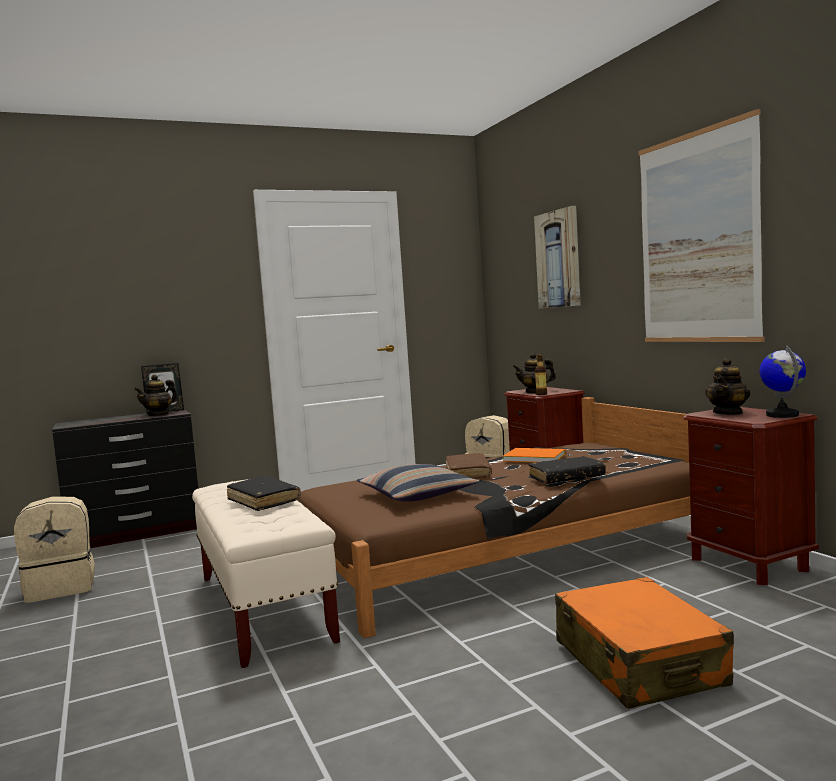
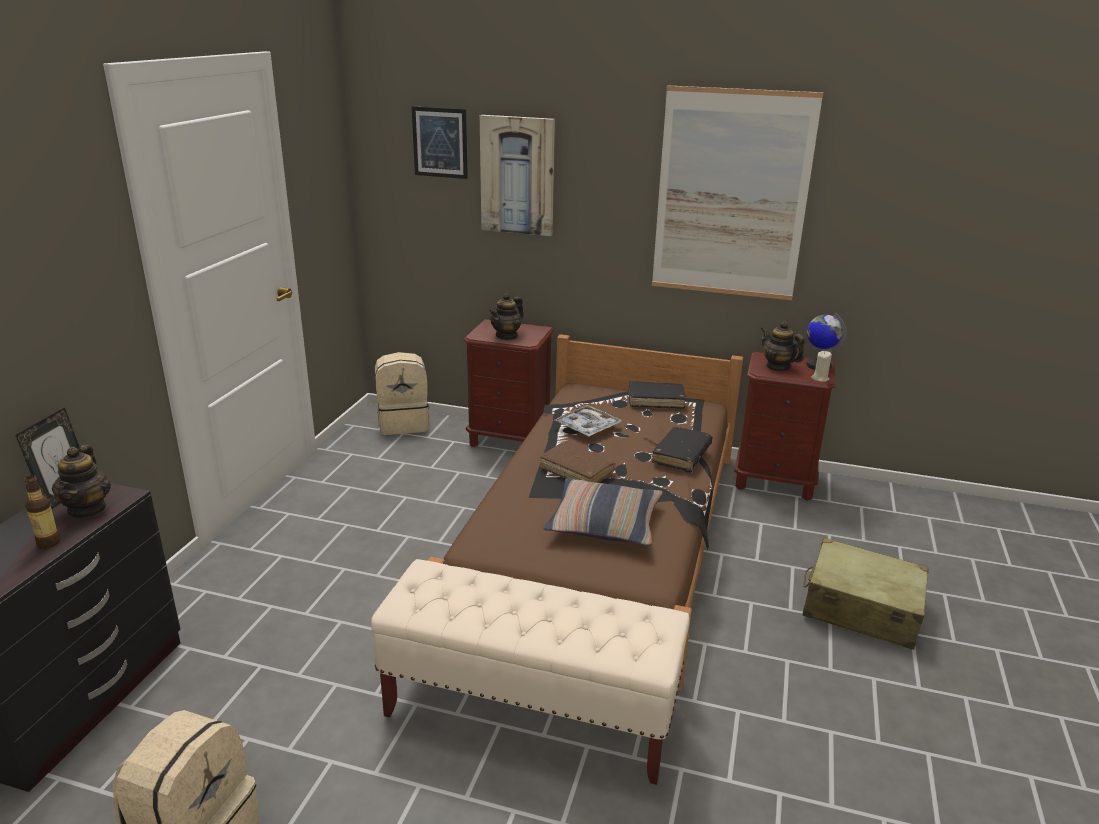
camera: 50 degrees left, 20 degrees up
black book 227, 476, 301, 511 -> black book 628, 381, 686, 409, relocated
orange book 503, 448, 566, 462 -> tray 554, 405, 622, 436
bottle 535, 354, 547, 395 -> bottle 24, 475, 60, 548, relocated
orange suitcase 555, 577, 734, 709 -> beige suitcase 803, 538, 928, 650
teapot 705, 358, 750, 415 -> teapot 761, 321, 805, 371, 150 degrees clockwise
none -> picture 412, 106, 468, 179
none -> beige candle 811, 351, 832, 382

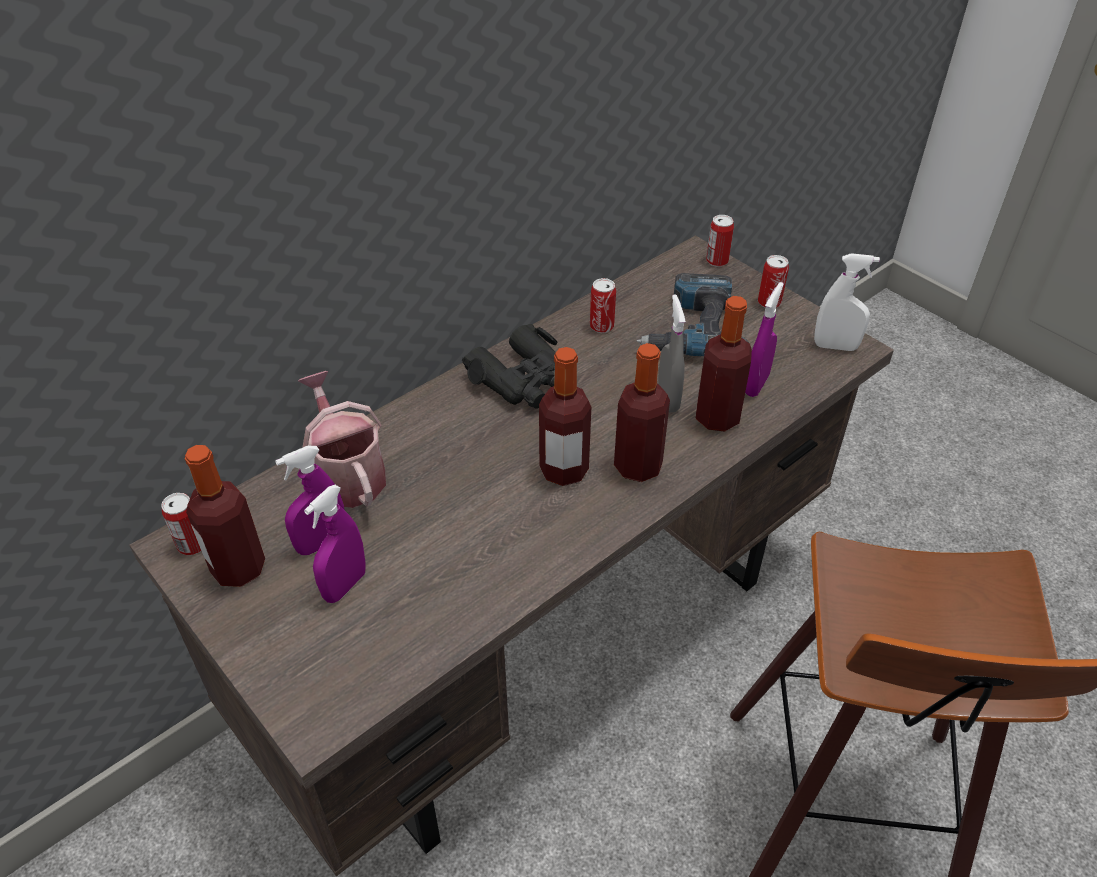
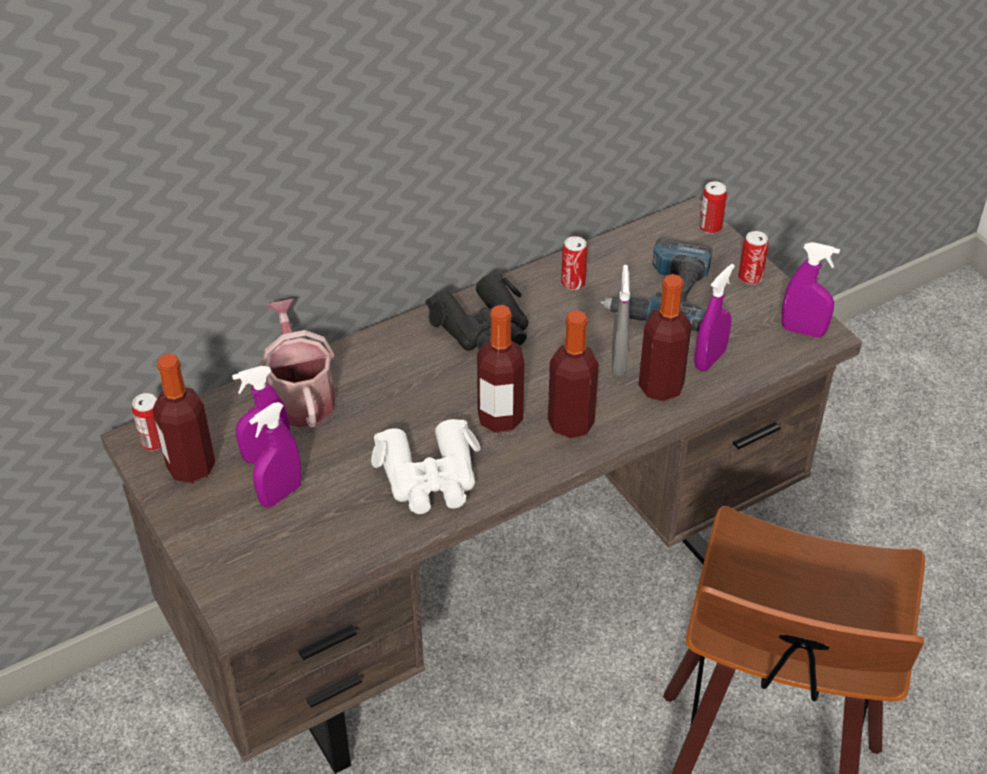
camera: 10 degrees right, 0 degrees up
white spray bottle 814, 253, 880, 351 -> purple spray bottle 782, 242, 840, 337
none -> white binoculars 371, 419, 481, 514

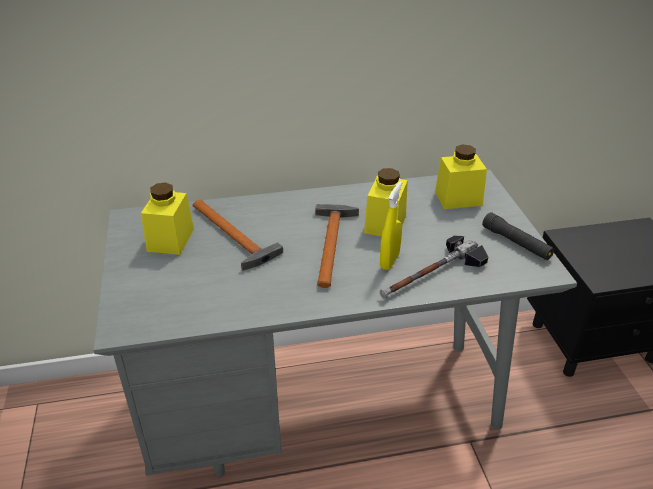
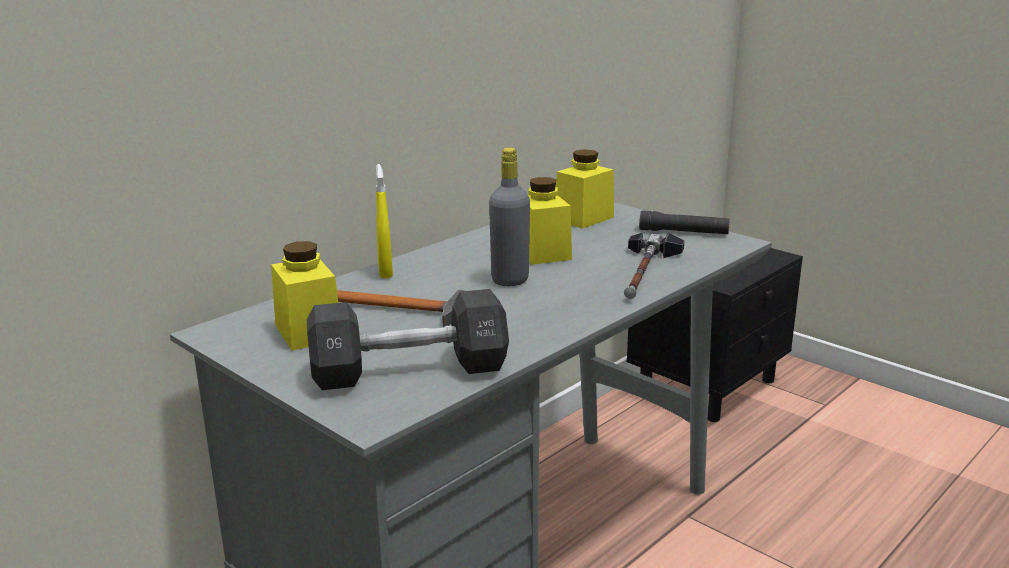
camera: 35 degrees left, 15 degrees down
hammer 315, 204, 359, 288 -> grey bottle 489, 148, 530, 286
yellow spray bottle 380, 181, 402, 270 -> yellow spray bottle 376, 164, 393, 278, relocated
none -> black dumbbell 307, 289, 509, 390

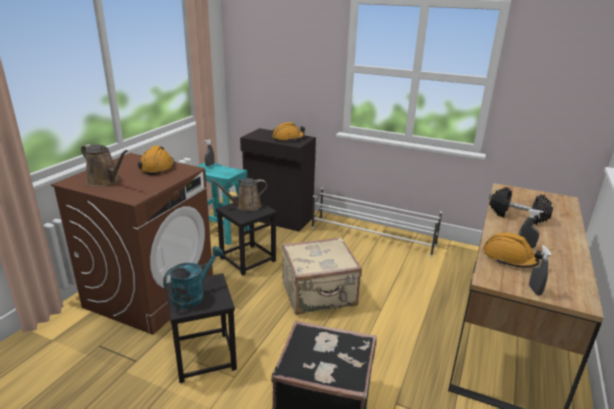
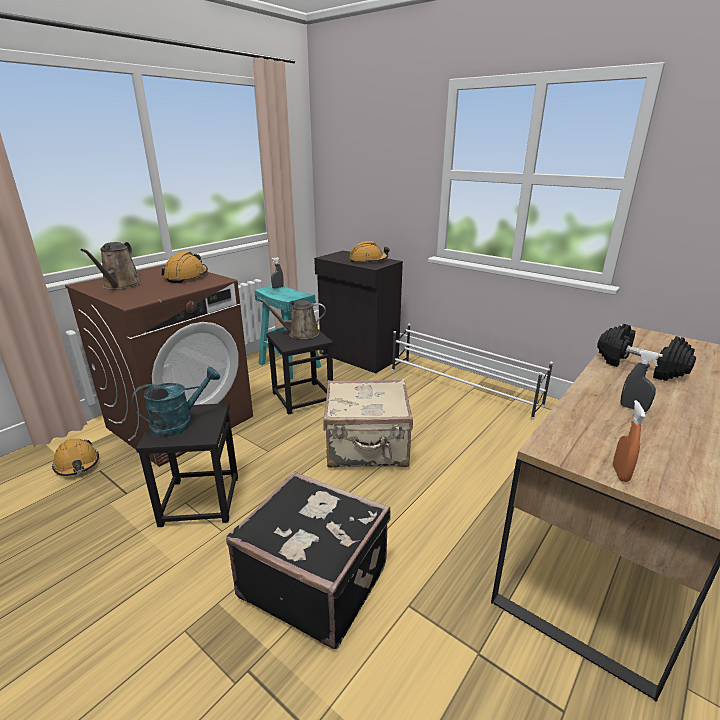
camera: 15 degrees right, 0 degrees up
brown watering can 81, 144, 128, 187 -> brown watering can 81, 242, 142, 290, 45 degrees clockwise
orange hard hat 483, 233, 544, 268 -> orange hard hat 52, 439, 99, 476, relocated
grey spray bottle 529, 245, 551, 295 -> orange spray bottle 613, 400, 646, 482

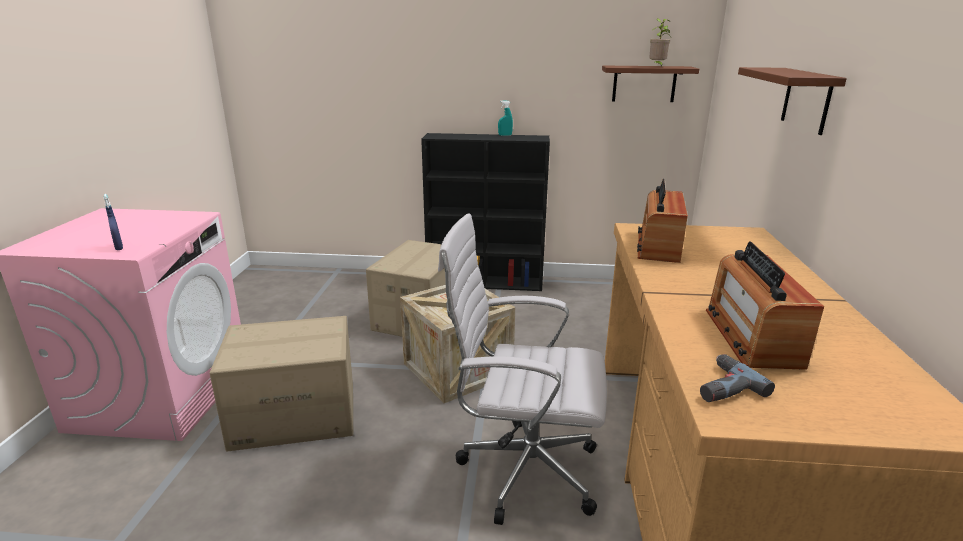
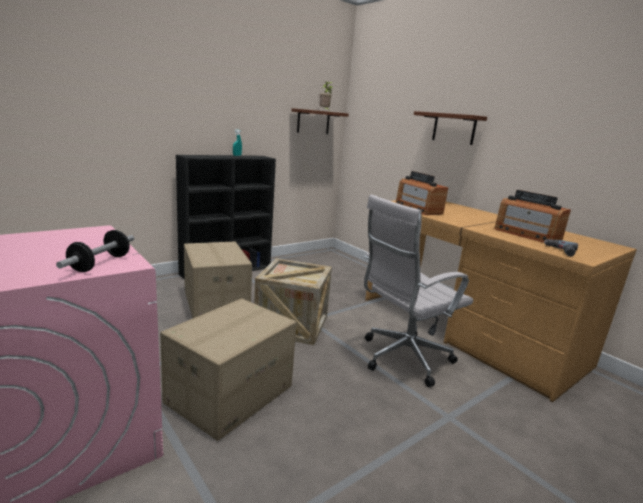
camera: 45 degrees left, 5 degrees down
blue spray bottle 104, 194, 123, 250 -> dumbbell 56, 230, 134, 272

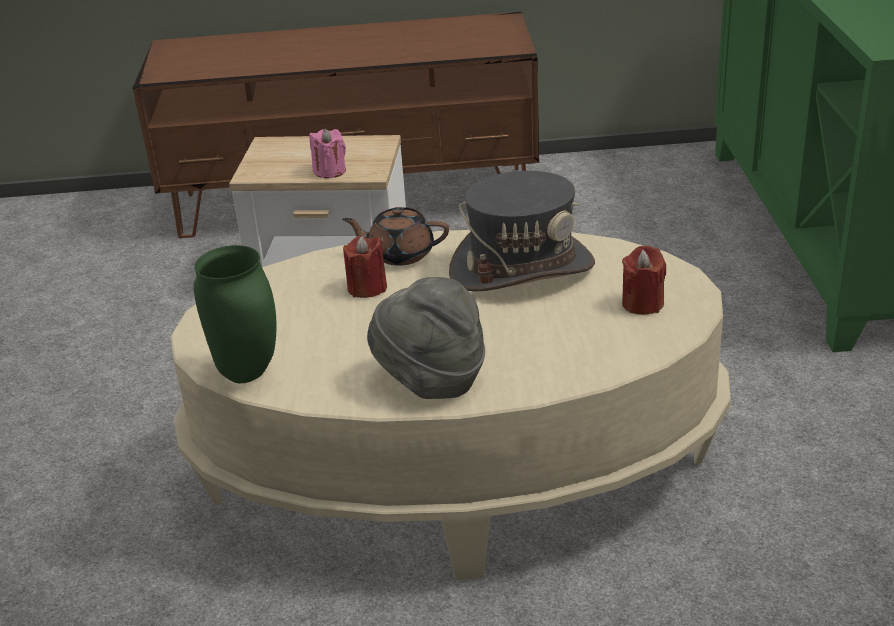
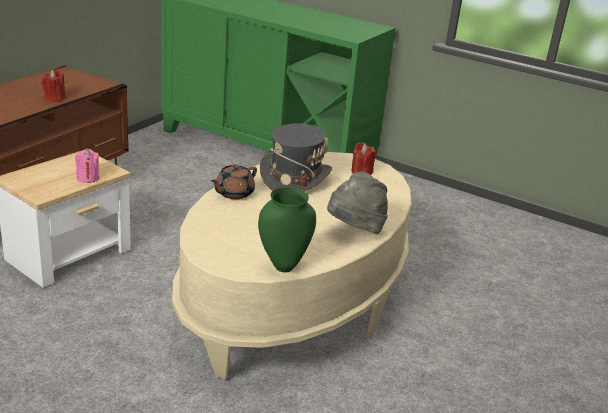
camera: 60 degrees left, 5 degrees down
red candle 343, 236, 387, 298 -> red candle 42, 70, 66, 102, relocated

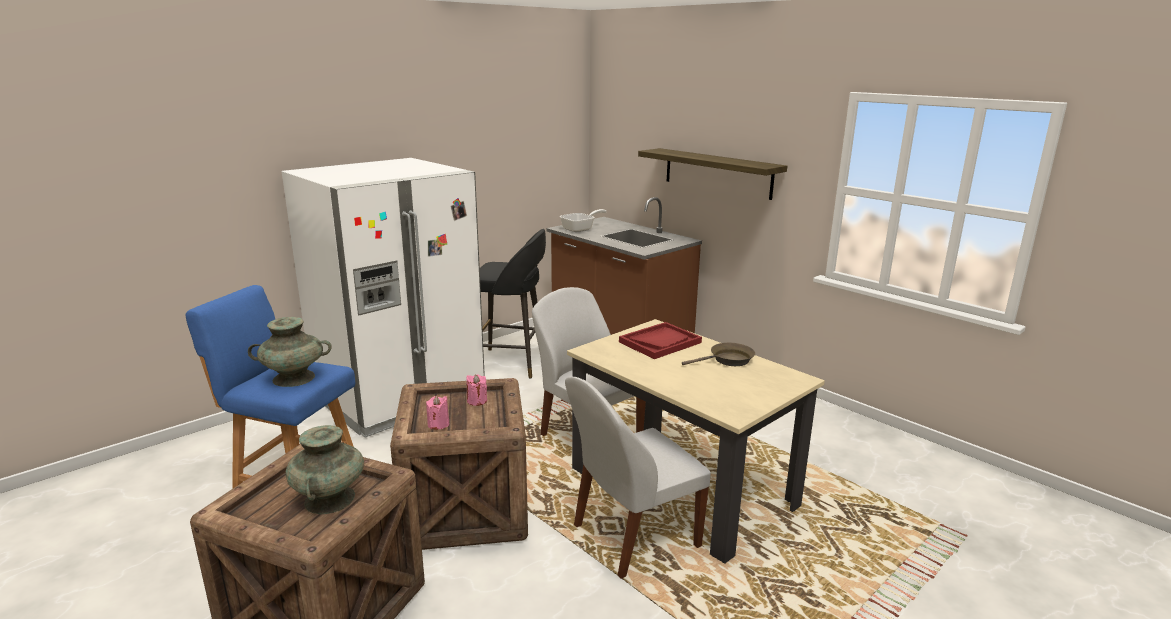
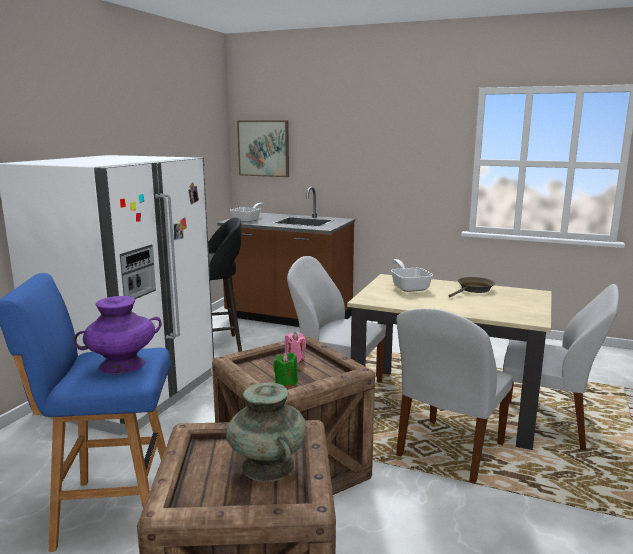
camera: 25 degrees left, 5 degrees down
turquoise vase 248, 317, 332, 387 -> purple vase 73, 296, 161, 374
pink candle 426, 396, 450, 429 -> green candle 273, 352, 298, 387
red tray 619, 322, 702, 359 -> frying pan 391, 259, 433, 292
shelf 638, 148, 787, 200 -> none
none -> picture 237, 120, 289, 177
none -> white chair 503, 284, 619, 451

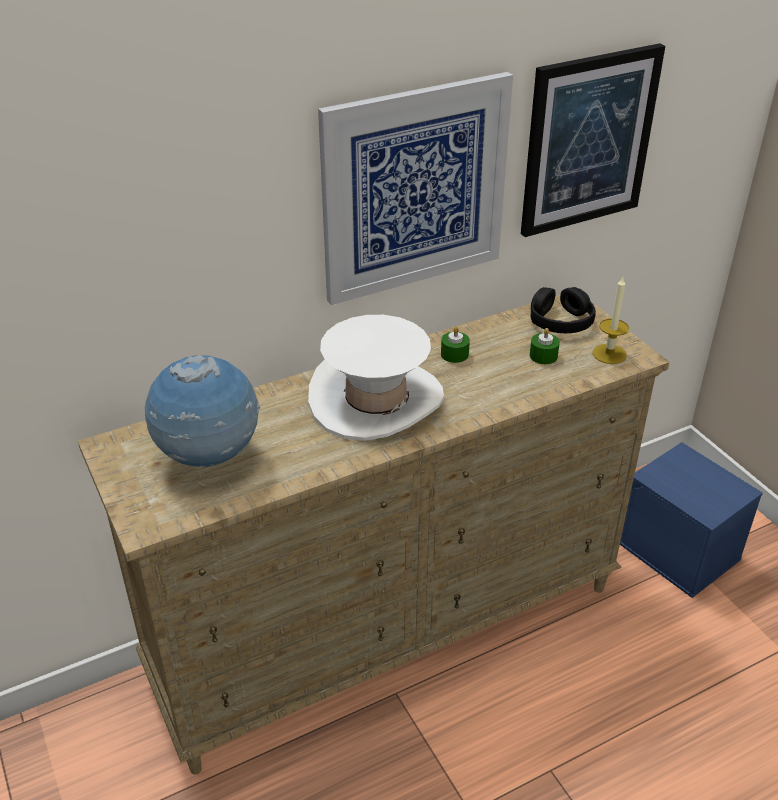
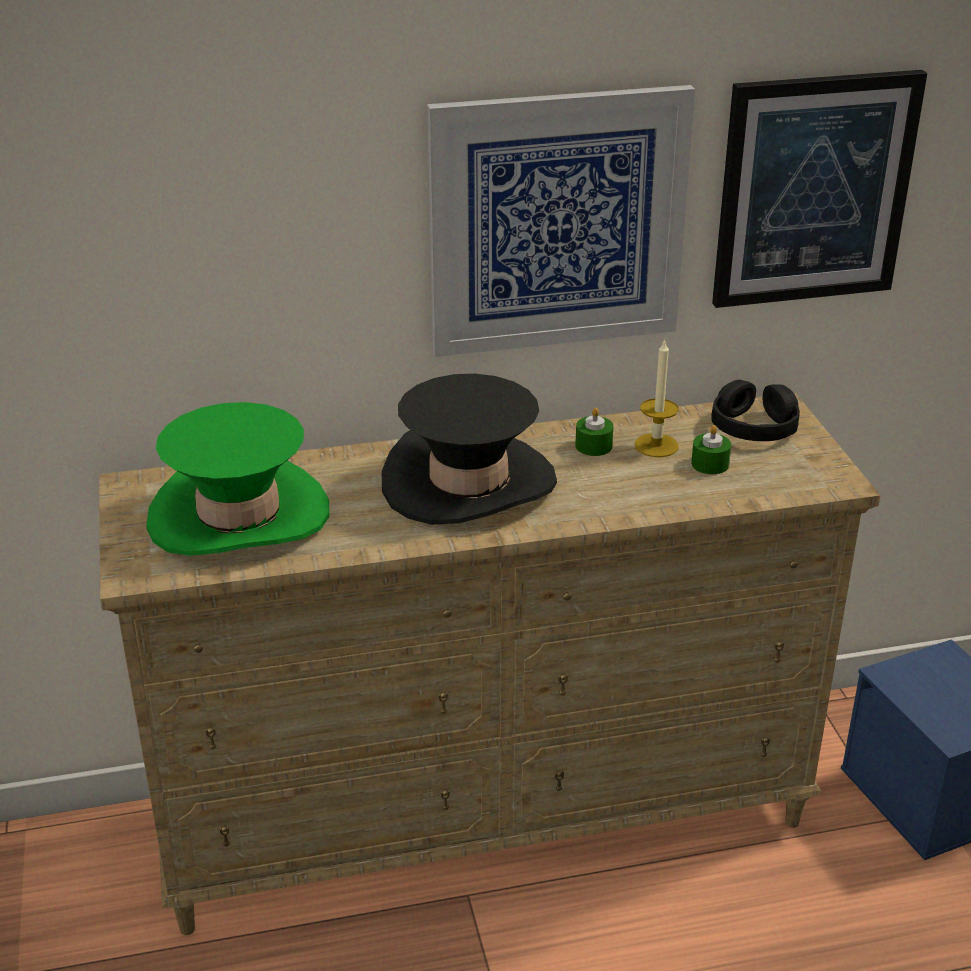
camera: 15 degrees right, 5 degrees down
globe 145, 355, 261, 467 -> green hat 146, 402, 329, 556
white hat 308, 315, 444, 441 -> black hat 382, 374, 557, 525
candle 593, 277, 629, 364 -> candle 635, 339, 679, 457, relocated

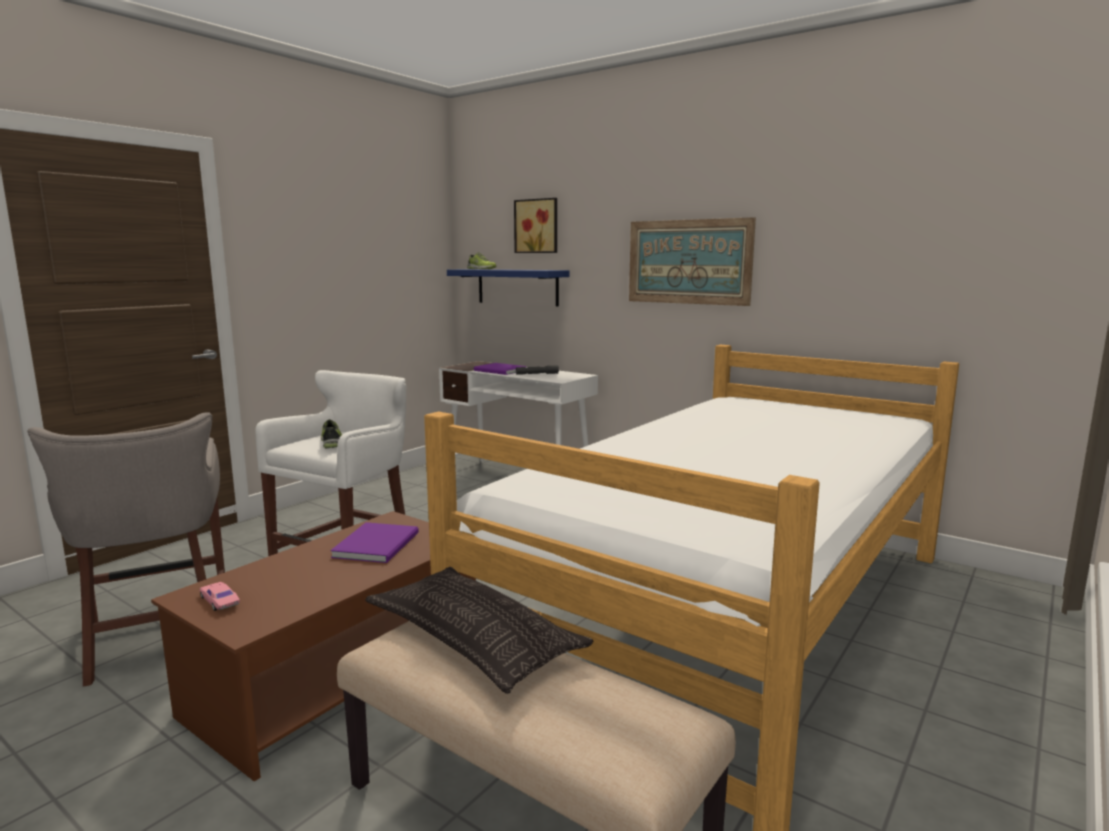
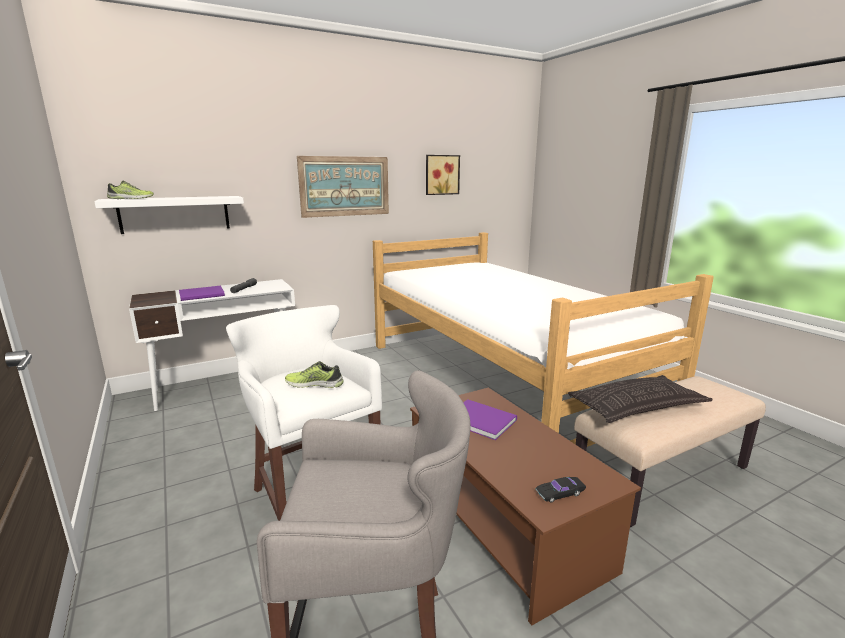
camera: 65 degrees left, 5 degrees up
pink toy car 200, 582, 240, 611 -> black toy car 536, 477, 586, 503
blue shelf 447, 269, 570, 306 -> white shelf 94, 196, 244, 234
picture 514, 198, 557, 253 -> picture 426, 155, 460, 195, relocated

